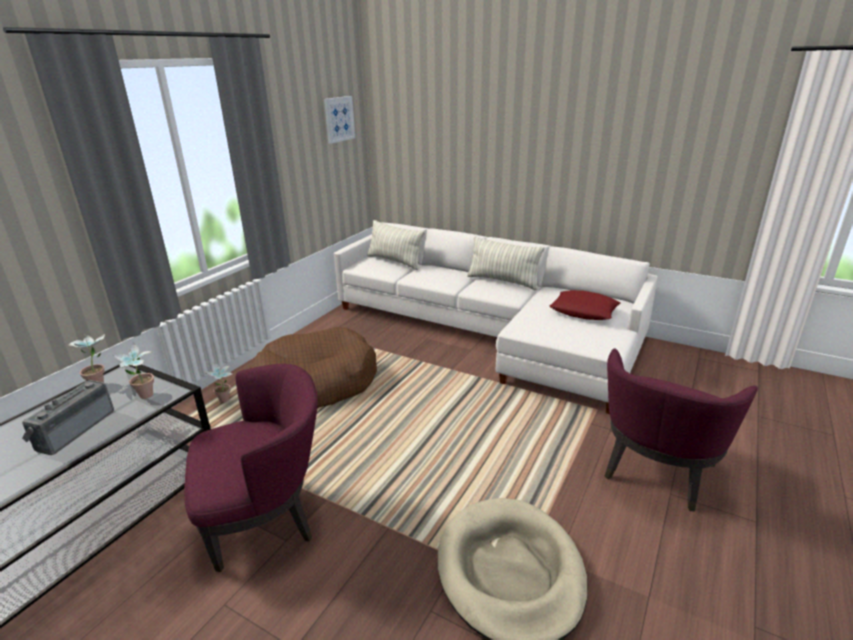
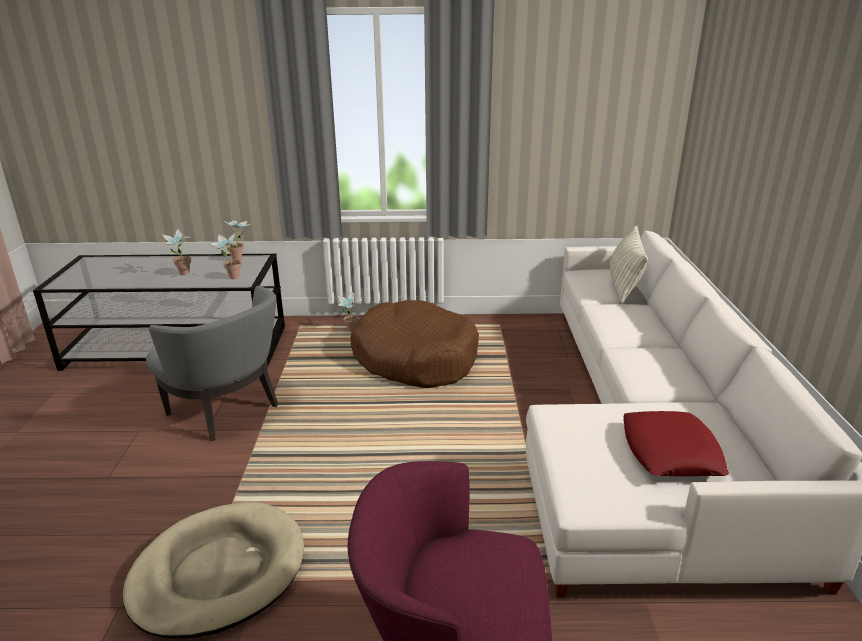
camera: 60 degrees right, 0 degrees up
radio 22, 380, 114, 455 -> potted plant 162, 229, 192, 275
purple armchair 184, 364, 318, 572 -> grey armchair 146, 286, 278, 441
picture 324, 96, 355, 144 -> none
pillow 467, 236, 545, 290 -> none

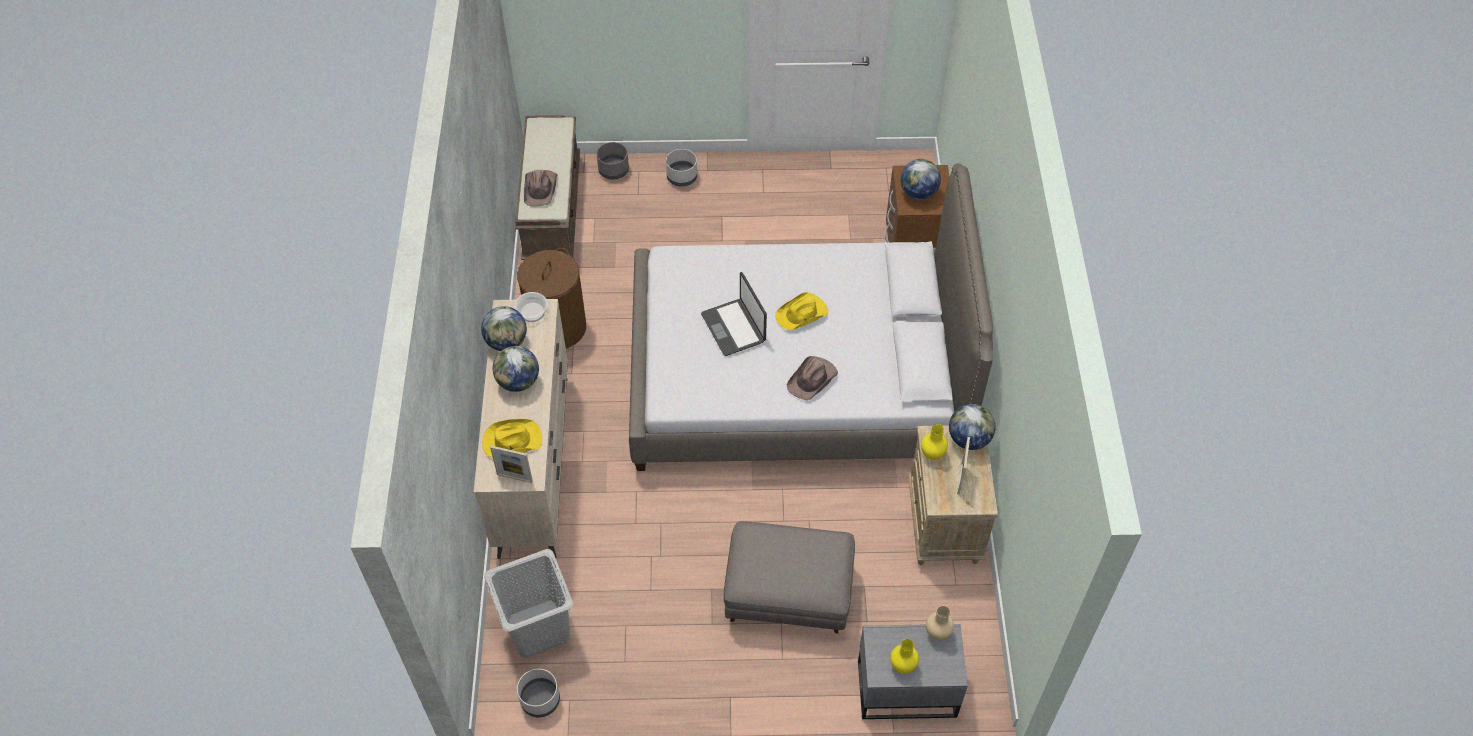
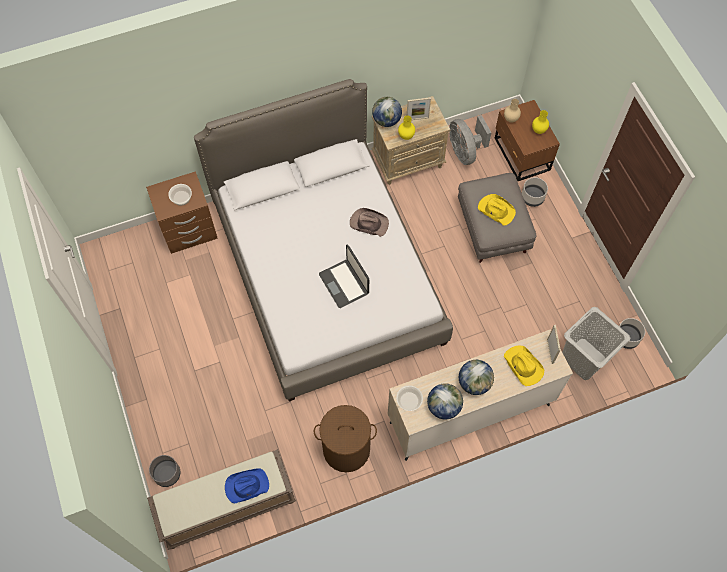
camera: 110 degrees left, 10 degrees up
brown hat 524, 170, 558, 207 -> blue hat 225, 468, 269, 503
grey planter 666, 149, 697, 187 -> grey planter 522, 177, 548, 207, relocated
laptop 701, 272, 767, 356 -> laptop 319, 244, 369, 308, 105 degrees clockwise
yellow hat 775, 292, 828, 330 -> yellow hat 478, 194, 516, 226, relocated
grey nightstand 858, 624, 968, 719 -> brown nightstand 495, 100, 560, 181
globe 900, 159, 941, 200 -> bowl 168, 184, 192, 206
none -> grey fan 449, 115, 491, 165

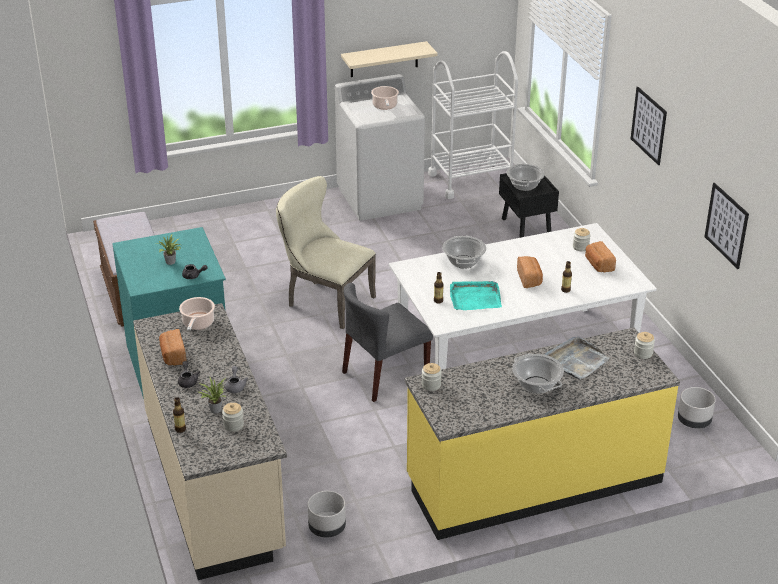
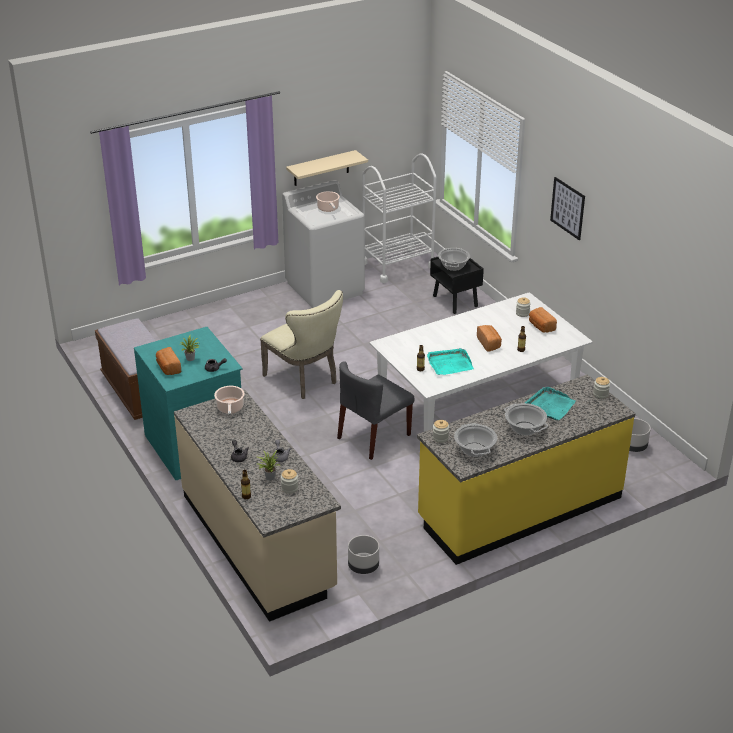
camera: 10 degrees left, 0 degrees up
bread 159, 329, 186, 366 -> bread 156, 347, 181, 375, relocated
beige chair 276, 176, 376, 329 -> beige chair 260, 290, 343, 399, 150 degrees counterclockwise
cooking pot 442, 236, 486, 269 -> cooking pot 454, 423, 497, 457, relocated
grey tray 545, 337, 609, 380 -> turquoise tray 525, 386, 576, 421
picture 704, 183, 749, 269 -> none

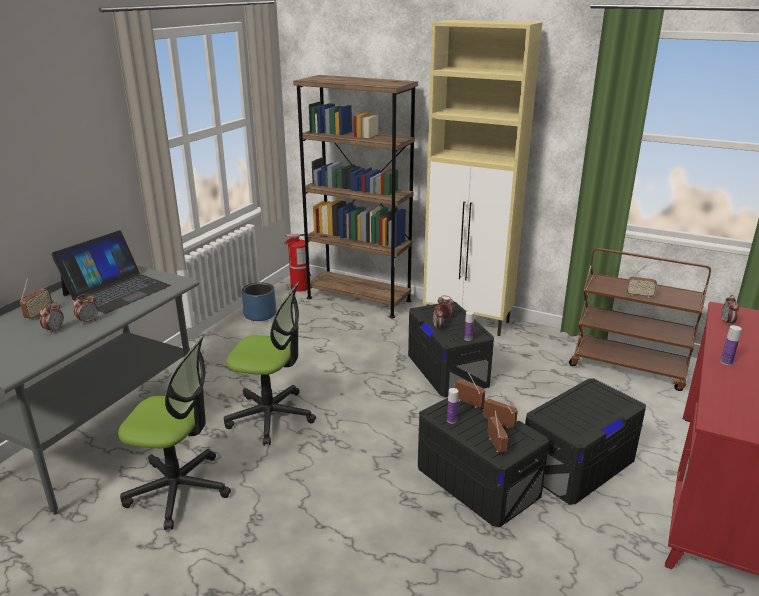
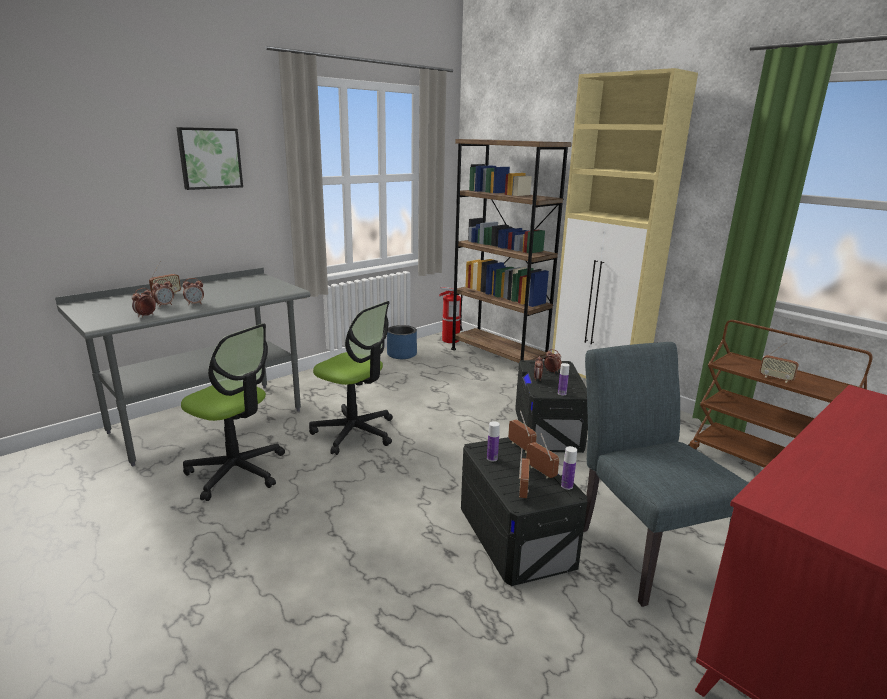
camera: 20 degrees right, 5 degrees down
laptop 51, 230, 171, 314 -> none
black storage box 525, 378, 646, 505 -> grey chair 583, 342, 749, 607
bottle 720, 325, 742, 366 -> bottle 561, 446, 577, 490, relocated
alarm clock 721, 295, 739, 326 -> alarm clock 132, 288, 156, 317, relocated
none -> picture 176, 127, 243, 190

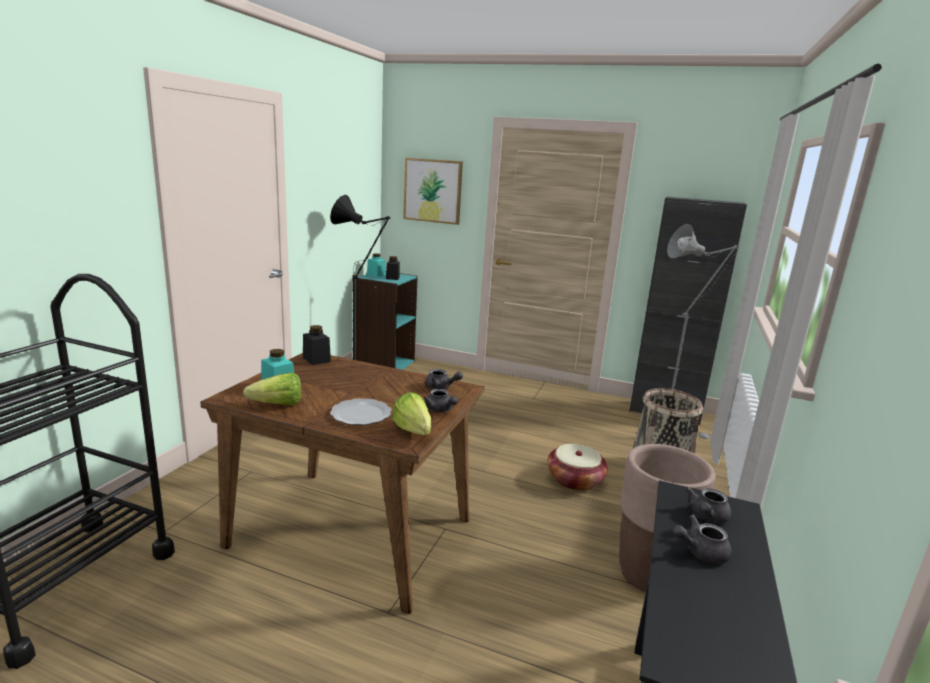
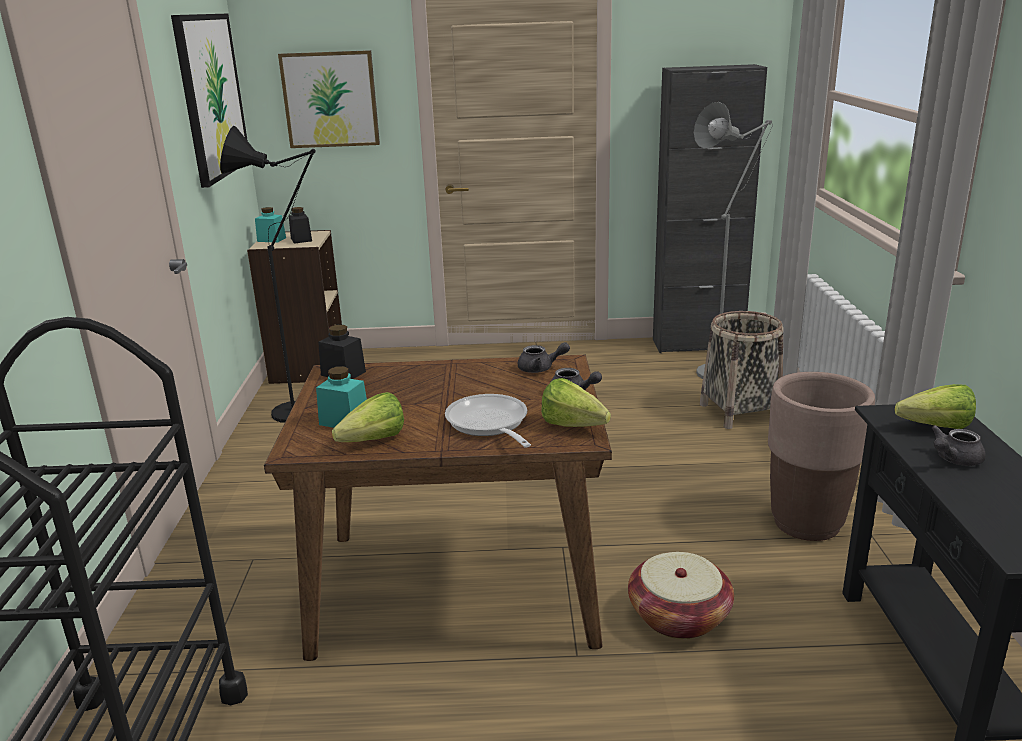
camera: 20 degrees left, 5 degrees up
plate 330, 398, 392, 425 -> frying pan 445, 394, 531, 447
turquoise bookcase 355, 273, 418, 370 -> beige bookcase 247, 230, 342, 384
basket 547, 444, 608, 491 -> basket 628, 552, 734, 639, relocated
grey teapot 685, 487, 732, 523 -> lettuce 895, 384, 976, 429
none -> picture 171, 14, 248, 188

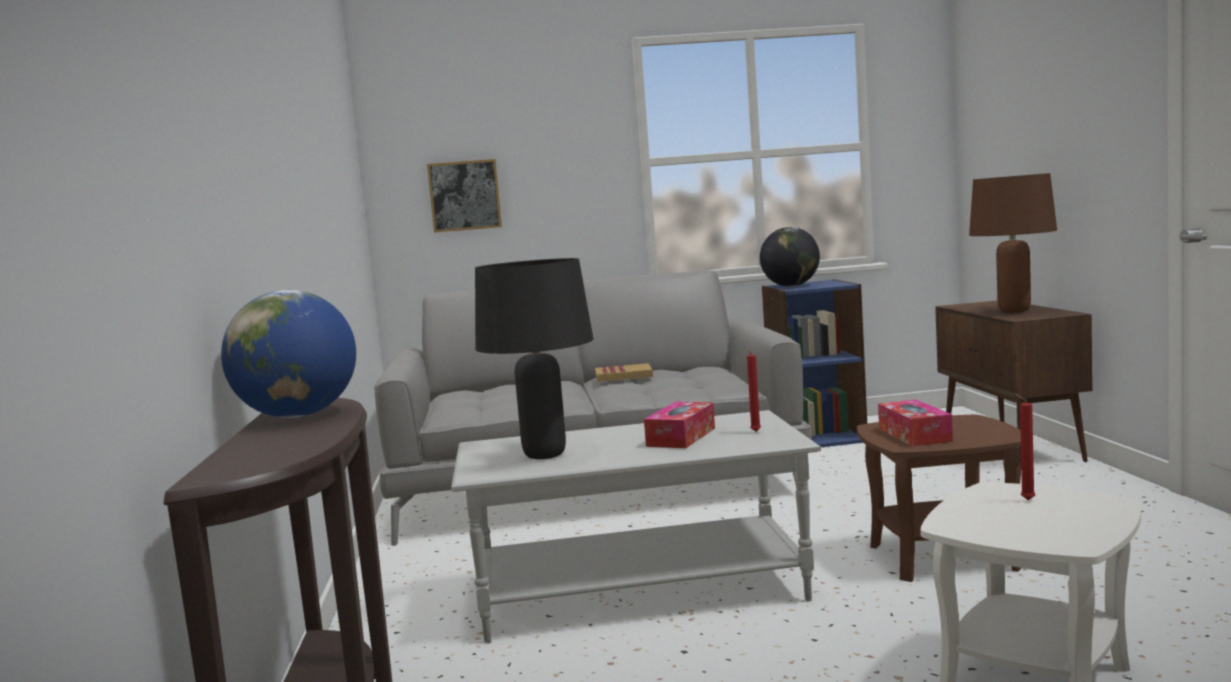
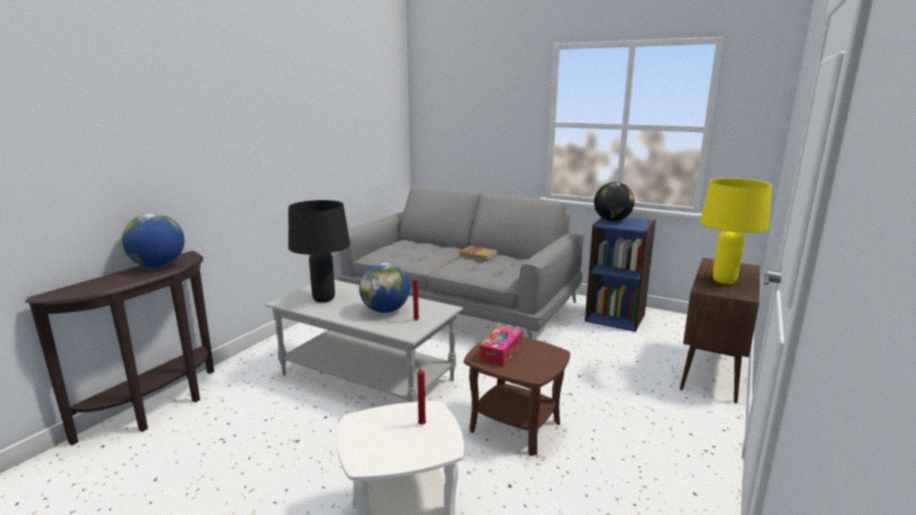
camera: 35 degrees right, 10 degrees up
picture 427, 159, 502, 233 -> none
tissue box 644, 402, 715, 448 -> globe 359, 262, 410, 313
brown table lamp 969, 173, 1057, 313 -> yellow table lamp 700, 178, 772, 284

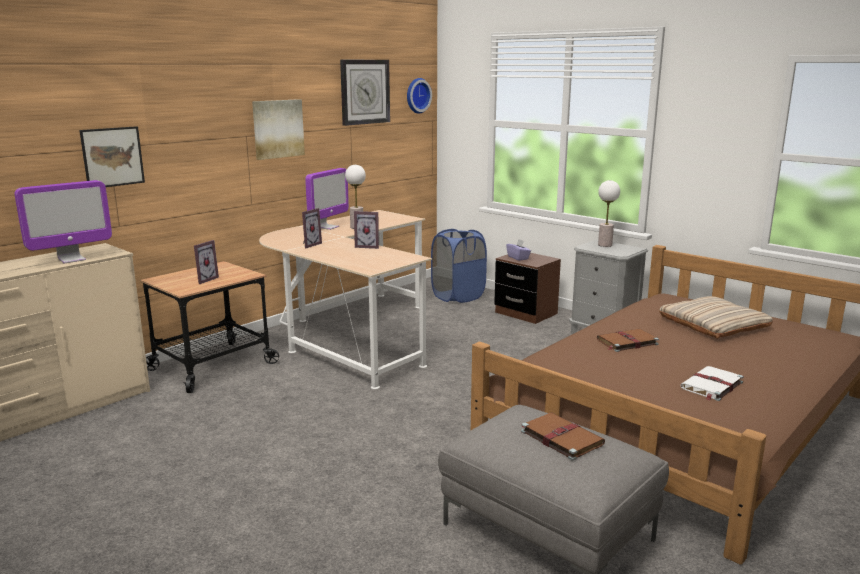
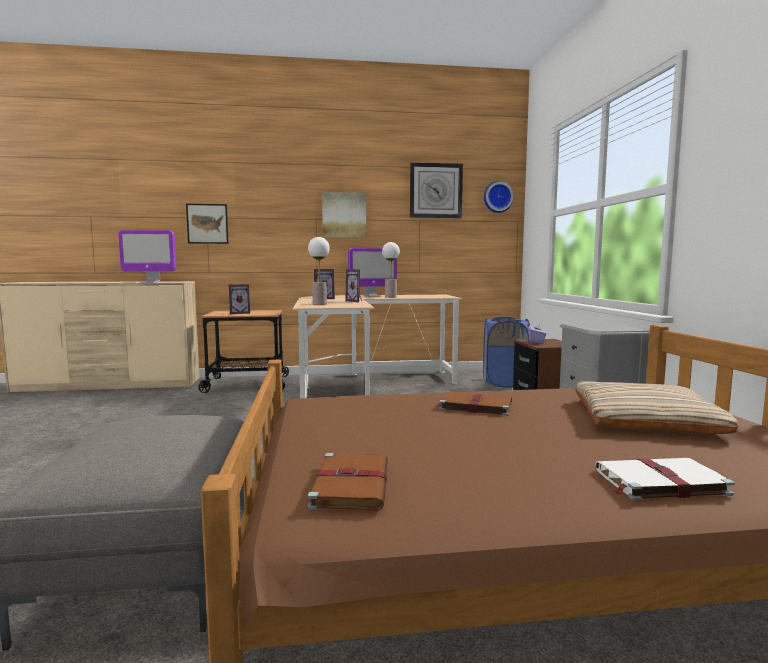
camera: 40 degrees right, 10 degrees down
brown book 521, 413, 605, 460 -> brown book 307, 453, 388, 510, relocated
table lamp 598, 180, 620, 247 -> table lamp 308, 237, 330, 305, relocated
white book 681, 366, 744, 401 -> white book 595, 458, 735, 500, relocated

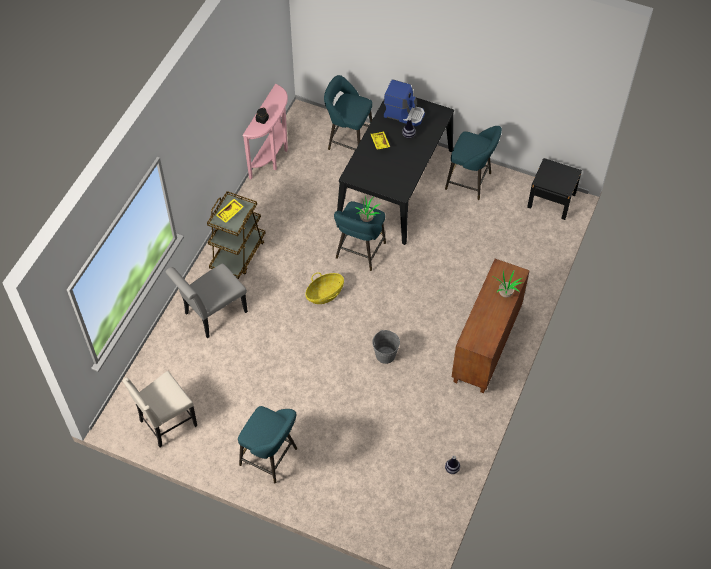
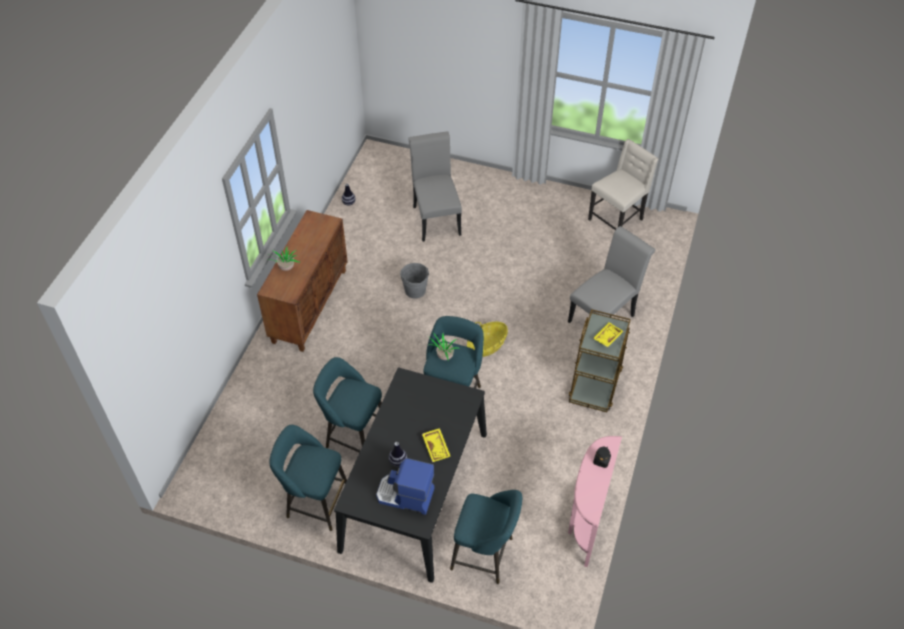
camera: 175 degrees right, 5 degrees down
turquoise stool 238, 406, 297, 483 -> turquoise stool 313, 357, 382, 453, relocated
black nightstand 527, 158, 582, 220 -> none
none -> grey chair 408, 131, 462, 242

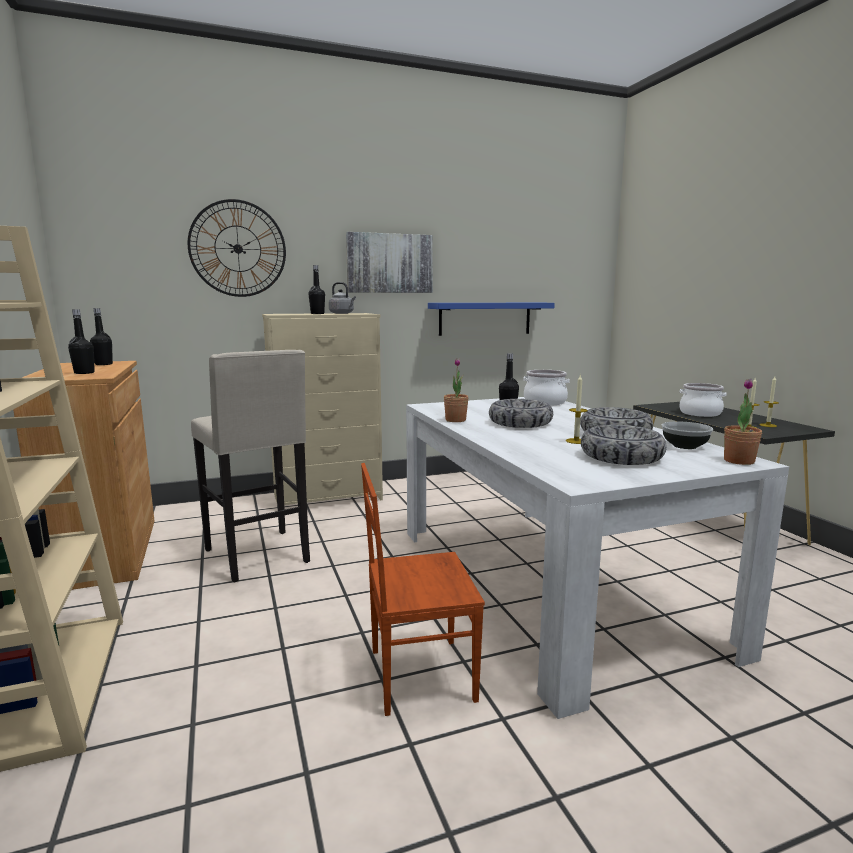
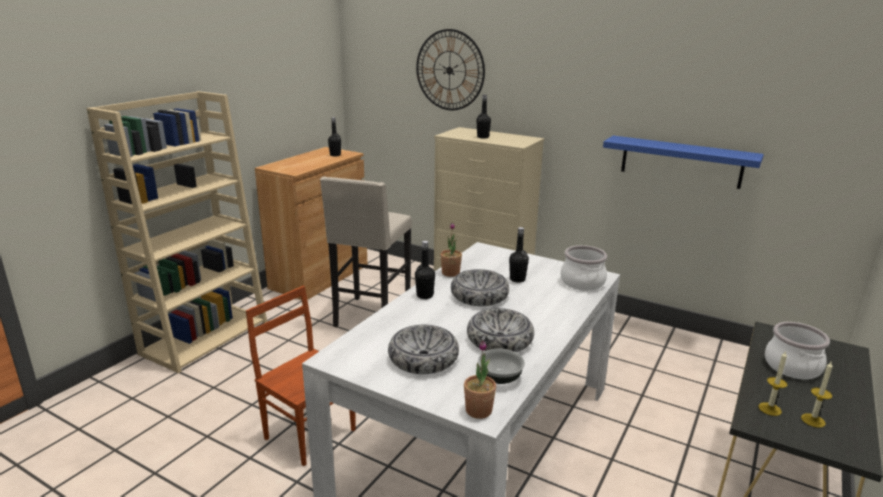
camera: 50 degrees right, 10 degrees up
black bottle 68, 309, 95, 374 -> black bottle 415, 241, 435, 299, relocated
grey kettle 329, 282, 356, 314 -> none
picture 346, 232, 433, 293 -> none
candle 566, 374, 588, 444 -> none

